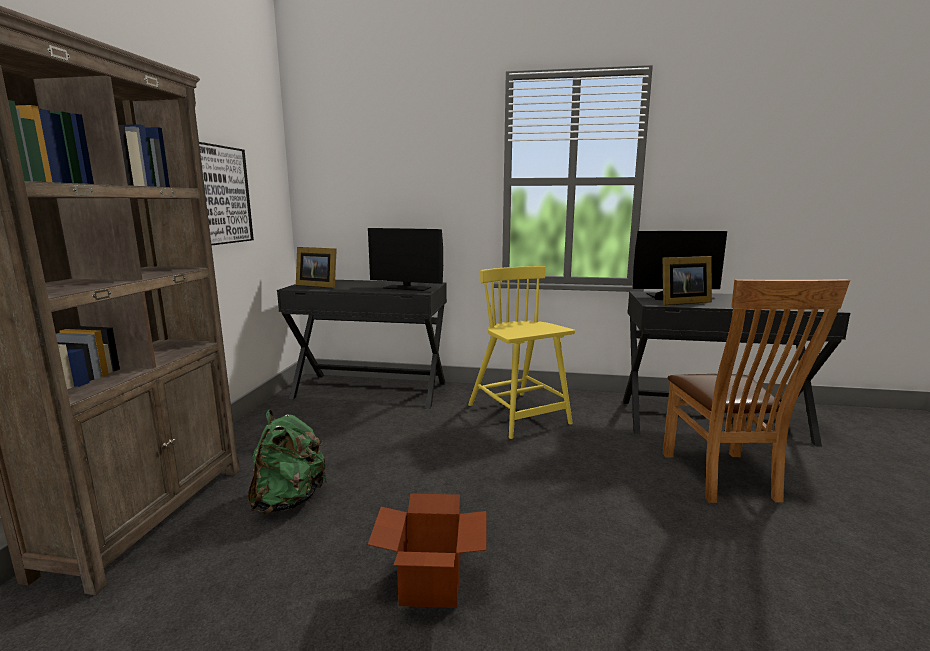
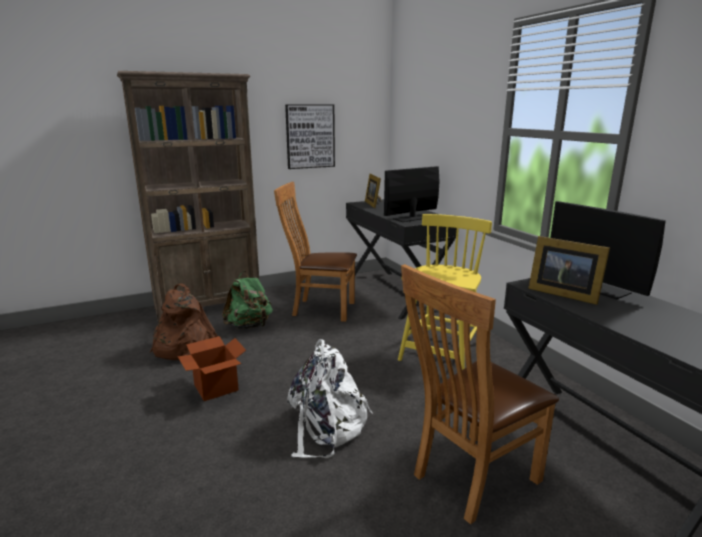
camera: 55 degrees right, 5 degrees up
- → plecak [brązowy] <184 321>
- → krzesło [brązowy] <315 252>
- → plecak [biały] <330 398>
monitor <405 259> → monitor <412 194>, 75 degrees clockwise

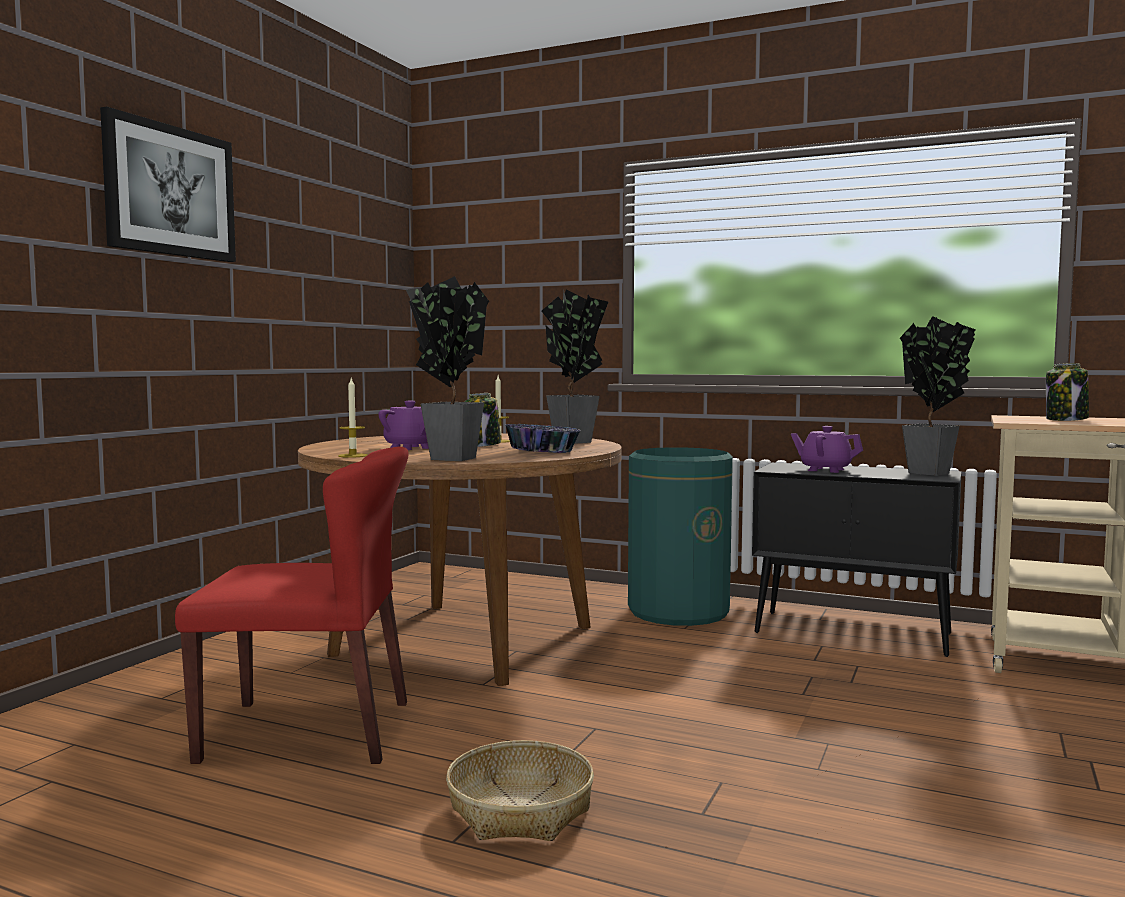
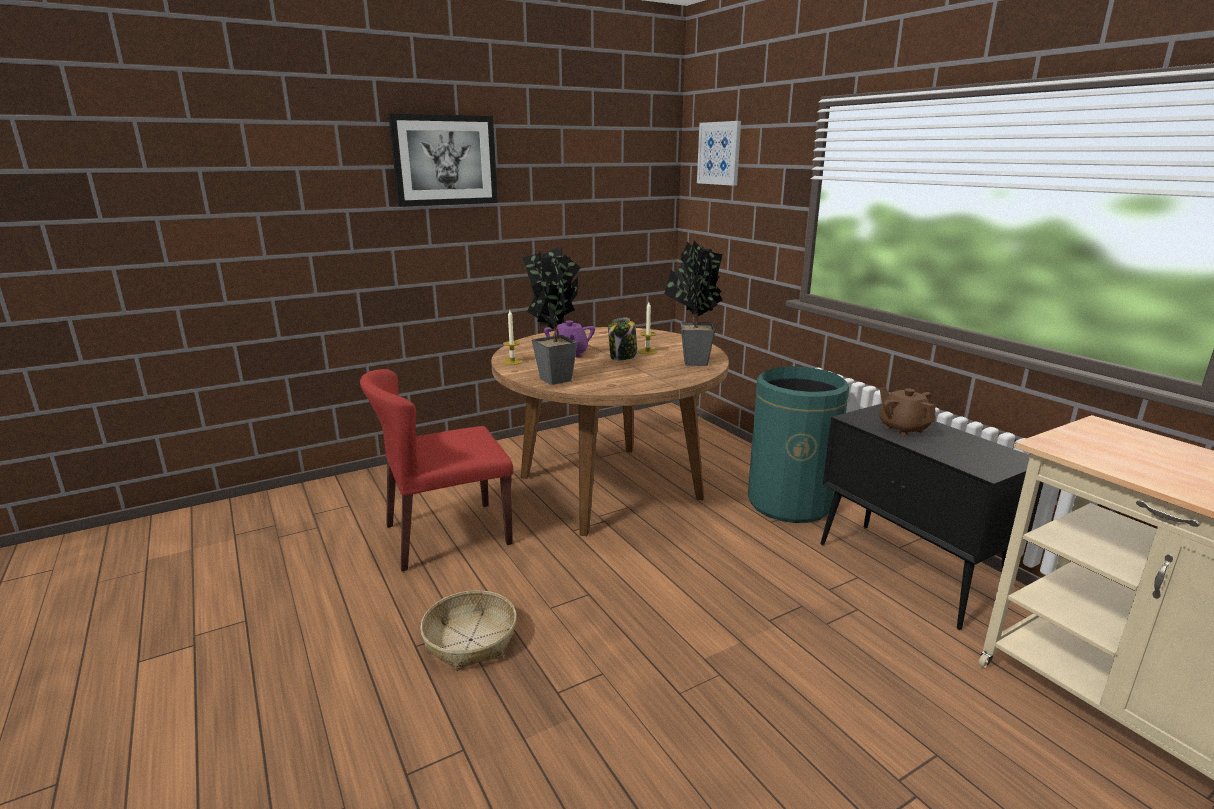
camera: 35 degrees right, 15 degrees up
krzesło [czerwony] <292 605> → krzesło [czerwony] <436 470>, 120 degrees clockwise
- → obraz <719 153>
imbryk [fioletowy] <827 449> → imbryk [brązowy] <907 411>
miska <543 438> → -
roślina doniczkowa <938 396> → -
słoik <1067 392> → -

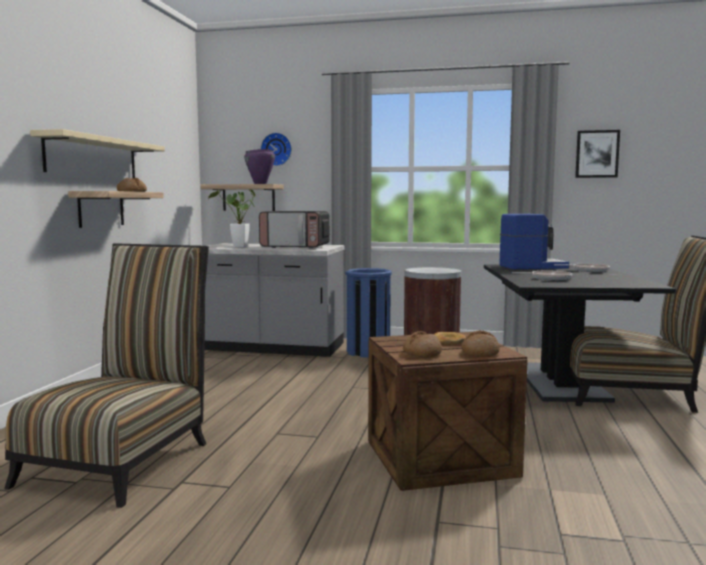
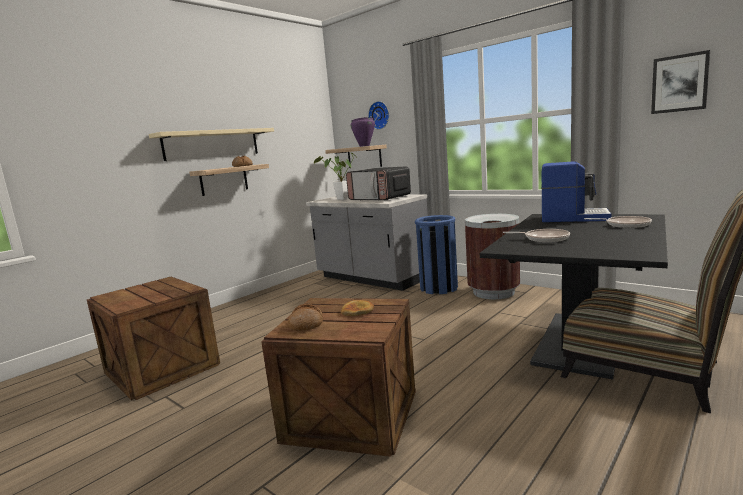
camera: 30 degrees right, 5 degrees up
krzesło <106 375> → skrzynka <153 338>
chleb <480 343> → -

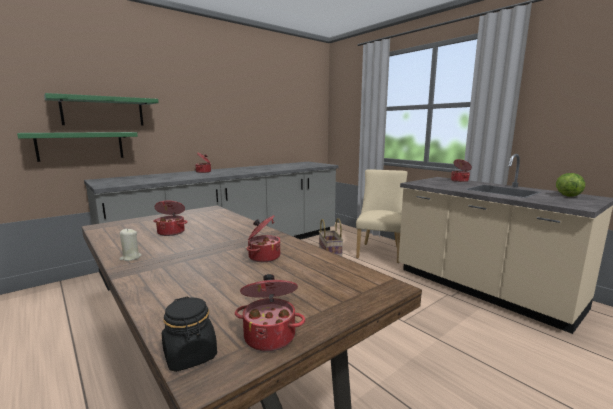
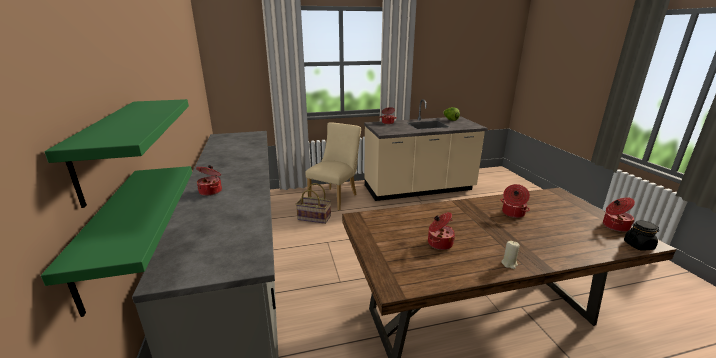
camera: 65 degrees left, 10 degrees up
krzesło [beżowy] <382 216> → krzesło [beżowy] <333 166>, 75 degrees clockwise

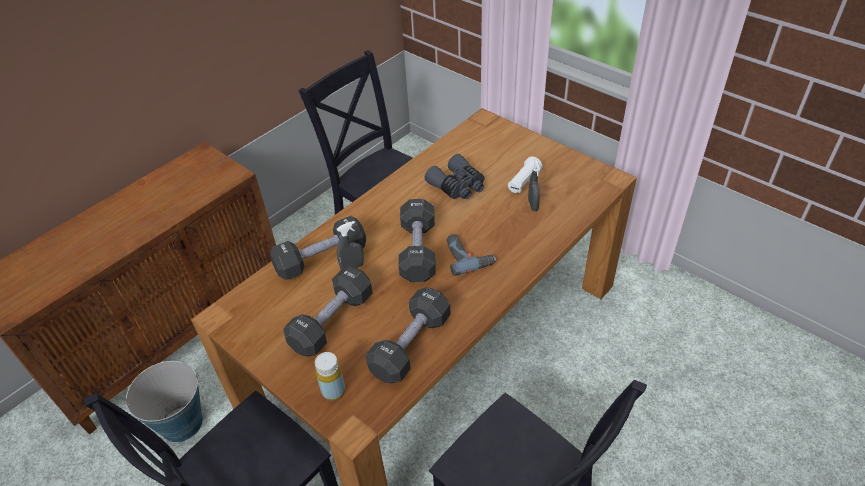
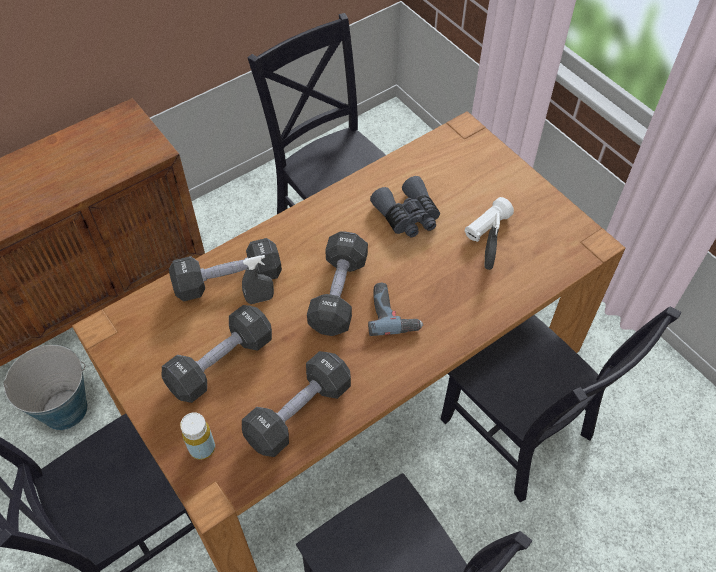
camera: 10 degrees right, 10 degrees up
- → krzesło [czarny] <560 404>

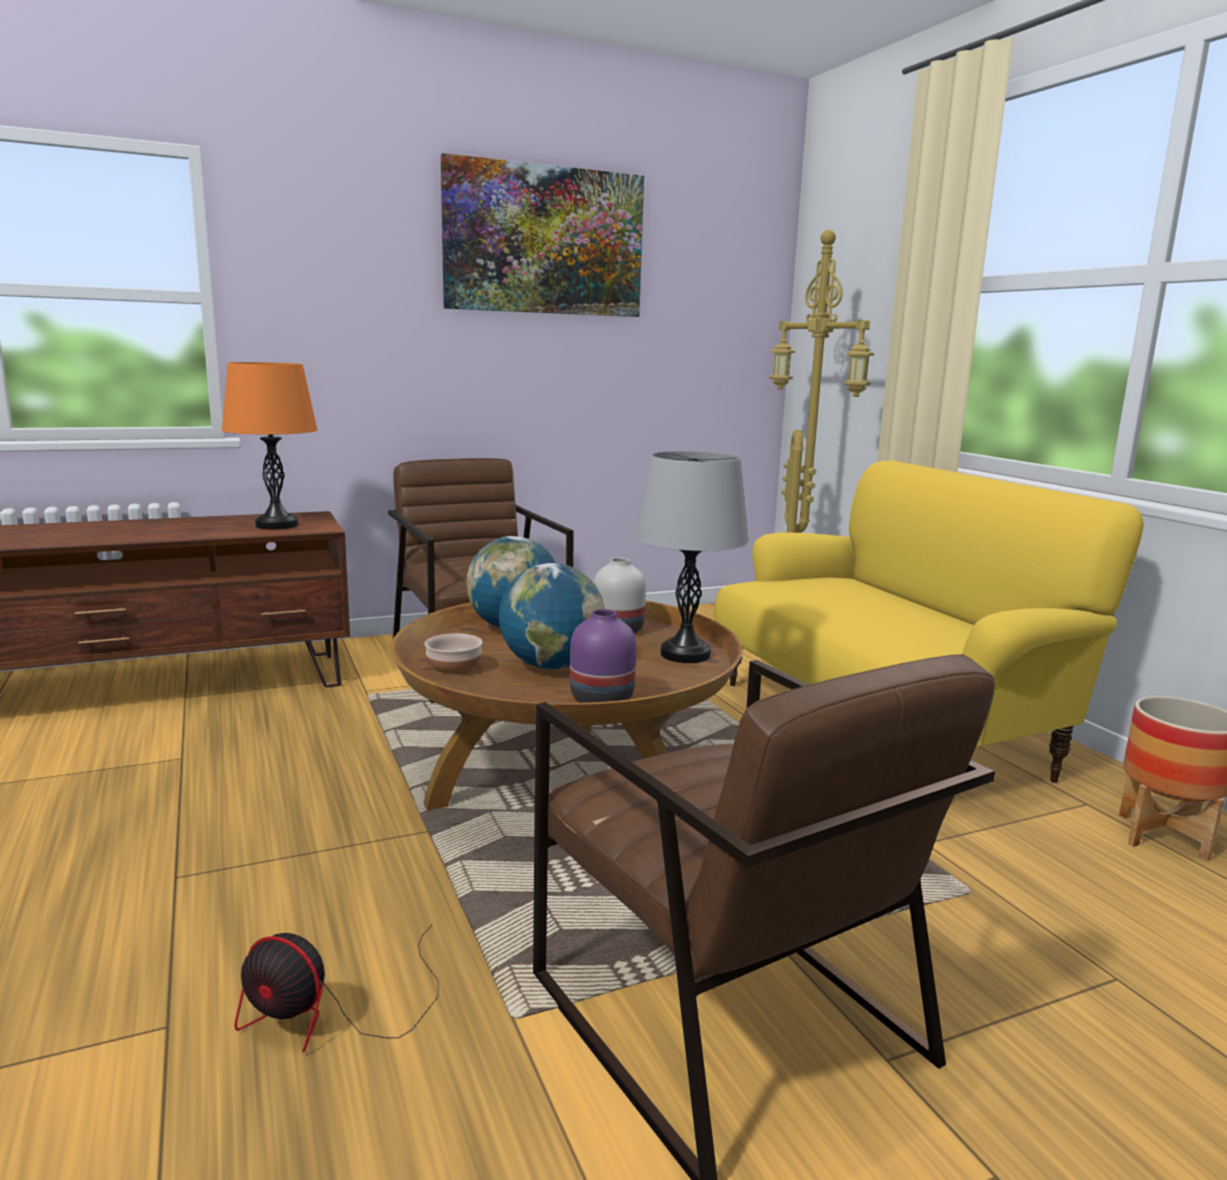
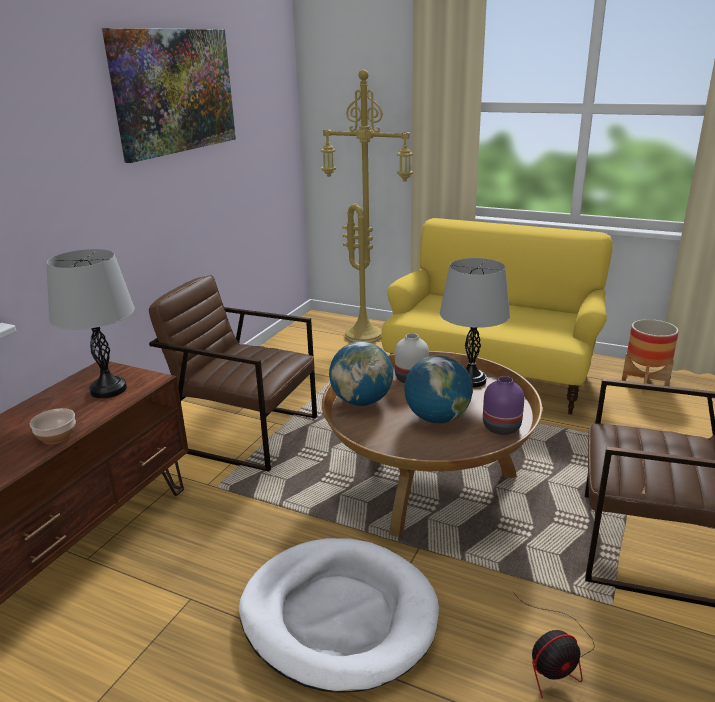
camera: 40 degrees left, 10 degrees up
miska <454 654> → miska <53 426>, shifted
lampa stołowa [pomarańczowy] <270 445> → lampa stołowa [szary] <90 323>
- → legowisko [biały] <339 615>

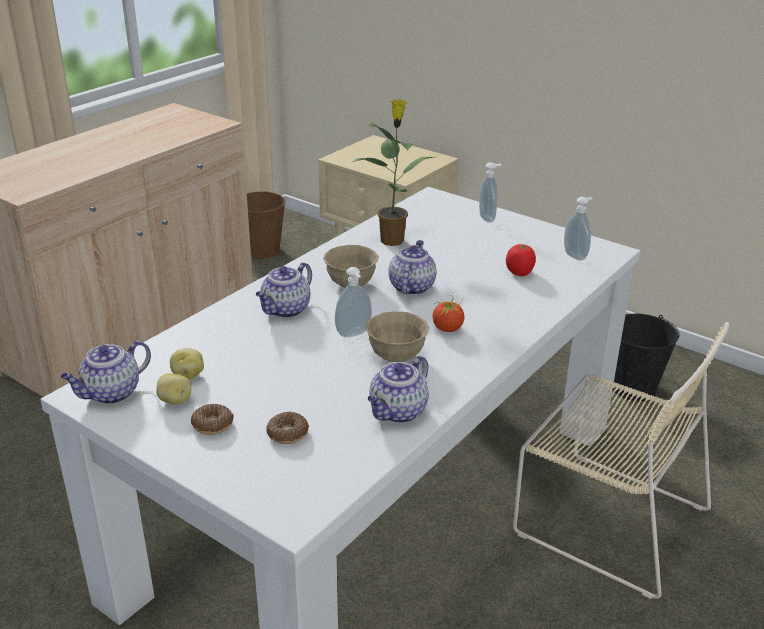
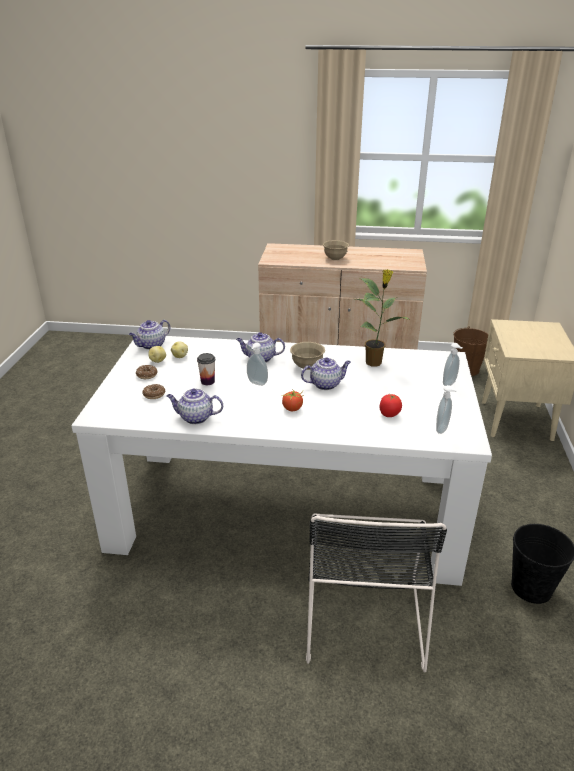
camera: 60 degrees right, 0 degrees up
imbryk <105 372> → imbryk <149 335>, 60 degrees counterclockwise
- → filiżanka <206 369>
krzesło [beżowy] <621 460> → krzesło [czarny] <376 593>
miska [beżowy] <397 336> → miska [beżowy] <336 250>, shifted

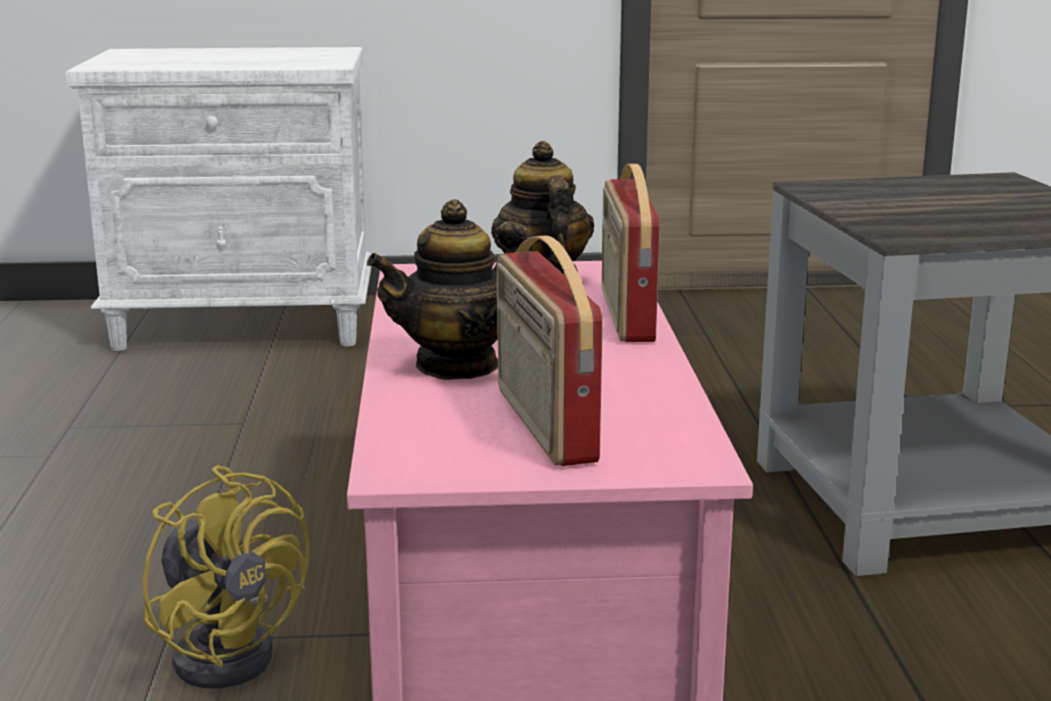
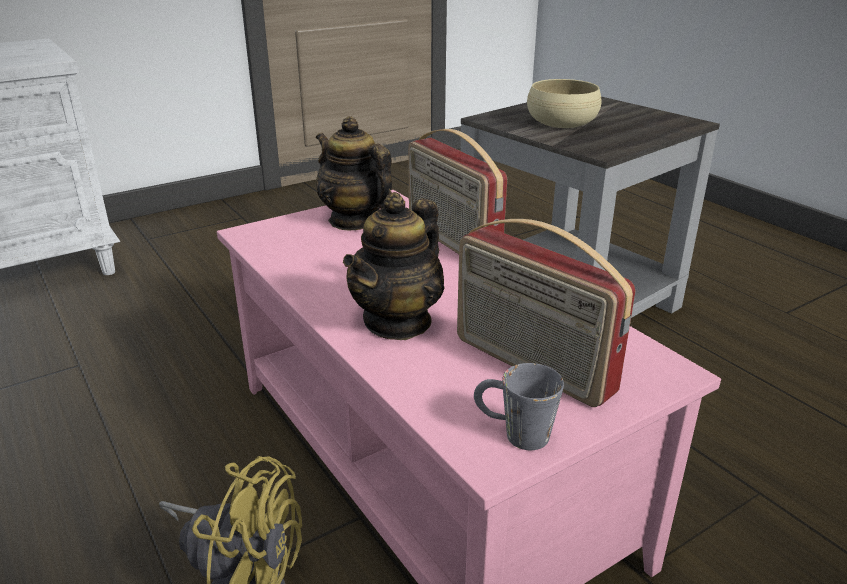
camera: 30 degrees left, 10 degrees up
- → kubek [szary] <519 406>
- → miska [beżowy] <564 103>

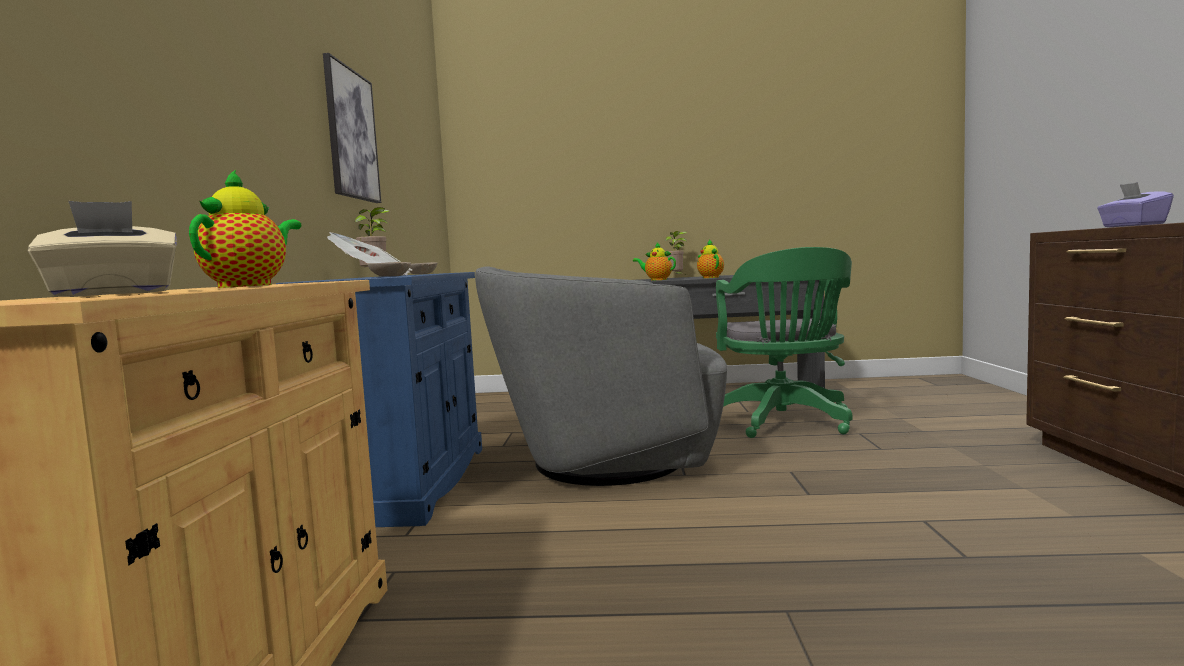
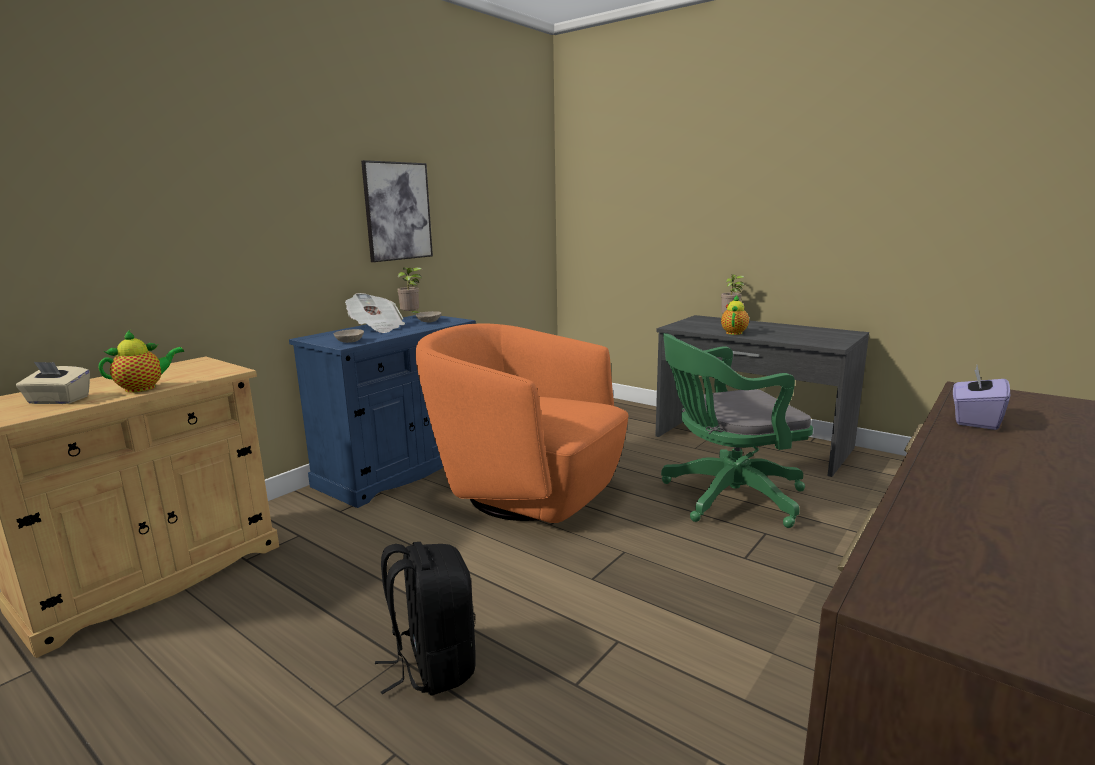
camera: 35 degrees right, 10 degrees up
- → plecak [czarny] <425 618>
fotel [szary] <601 376> → fotel [pomarańczowy] <522 423>
krzesło biurowe [zielony] <784 342> → krzesło biurowe [zielony] <737 430>, 45 degrees clockwise
imbryk <654 261> → -

